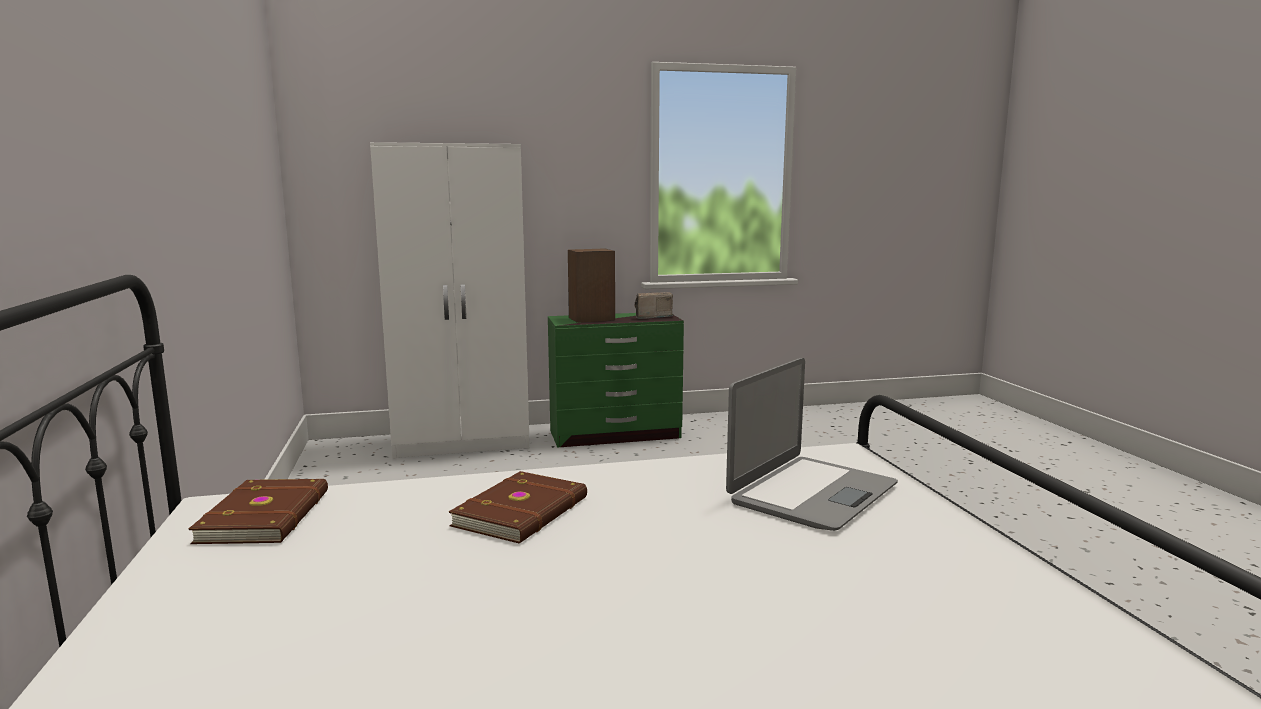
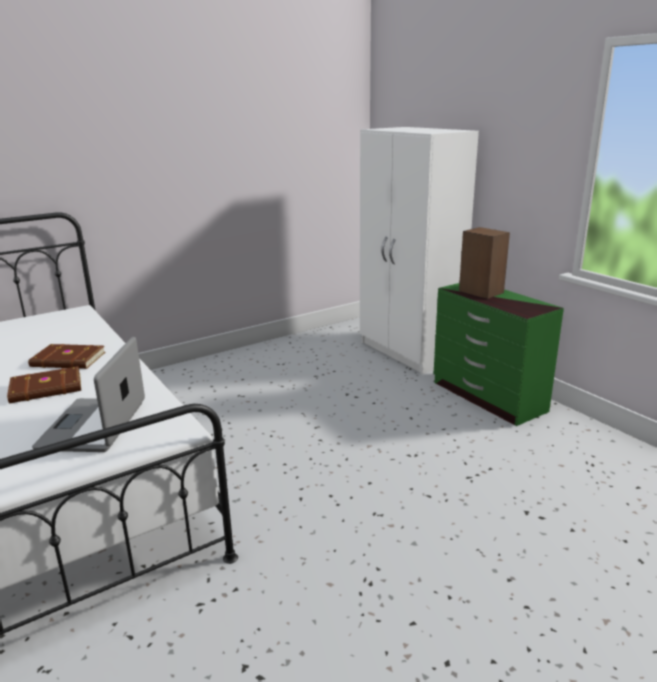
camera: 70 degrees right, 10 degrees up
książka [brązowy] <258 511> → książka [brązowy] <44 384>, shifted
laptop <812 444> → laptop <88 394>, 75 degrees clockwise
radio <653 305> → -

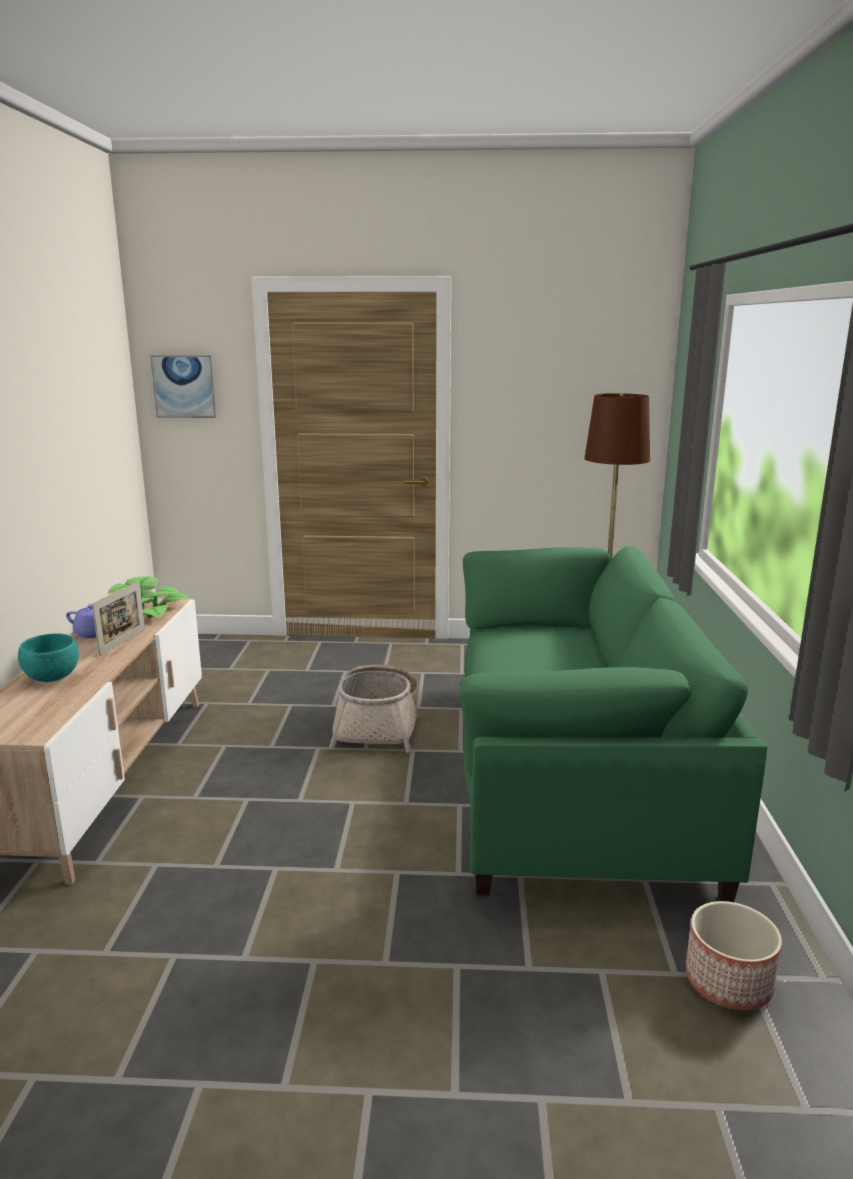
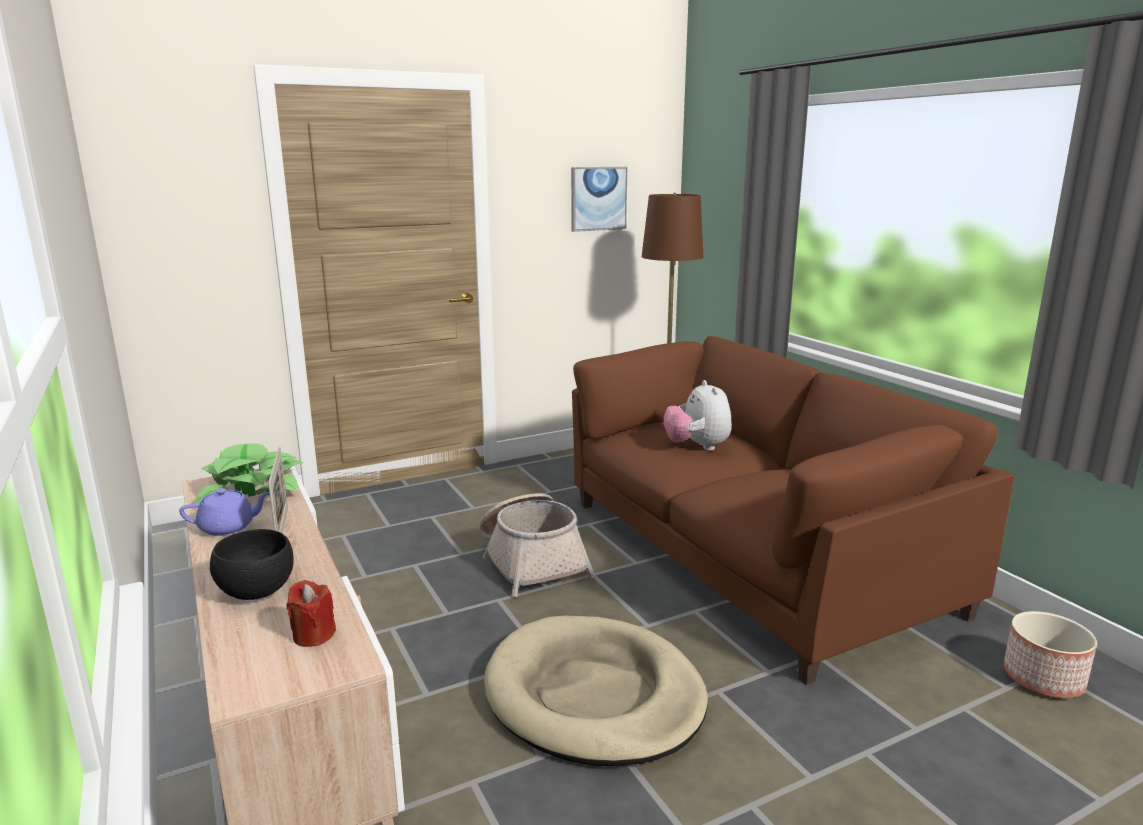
camera: 30 degrees left, 0 degrees up
miska [turkusowy] <48 657> → miska [czarny] <252 564>
- → świeca [czerwony] <311 613>
- → legowisko [beżowy] <596 691>
obraz <183 386> → obraz <599 199>, shifted
kanapa [zielony] <613 724> → kanapa [brązowy] <793 510>
- → pluszak <697 415>

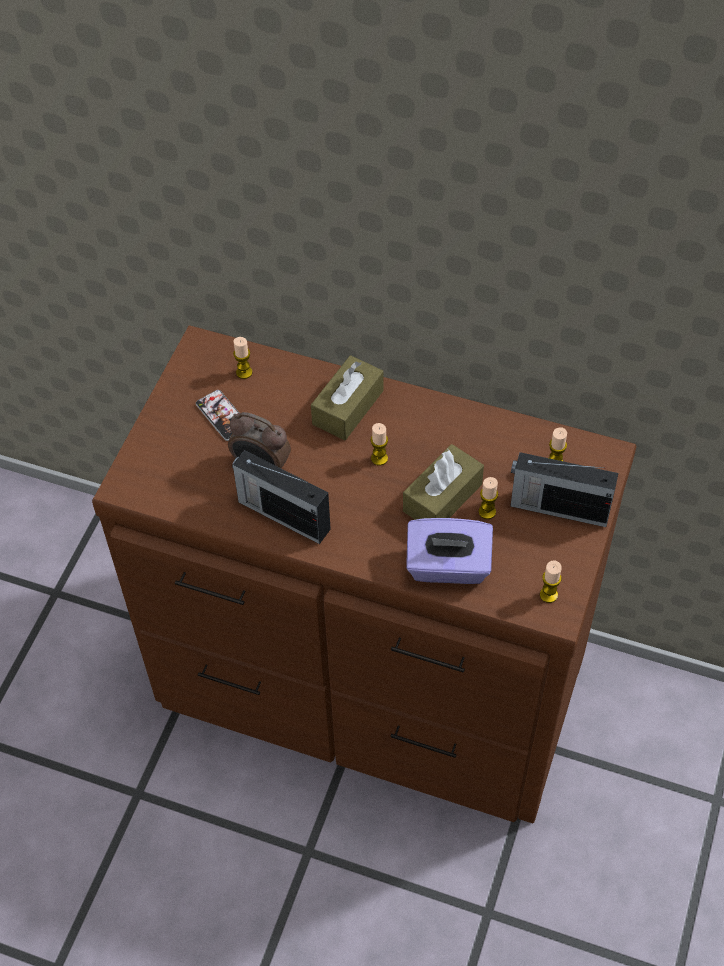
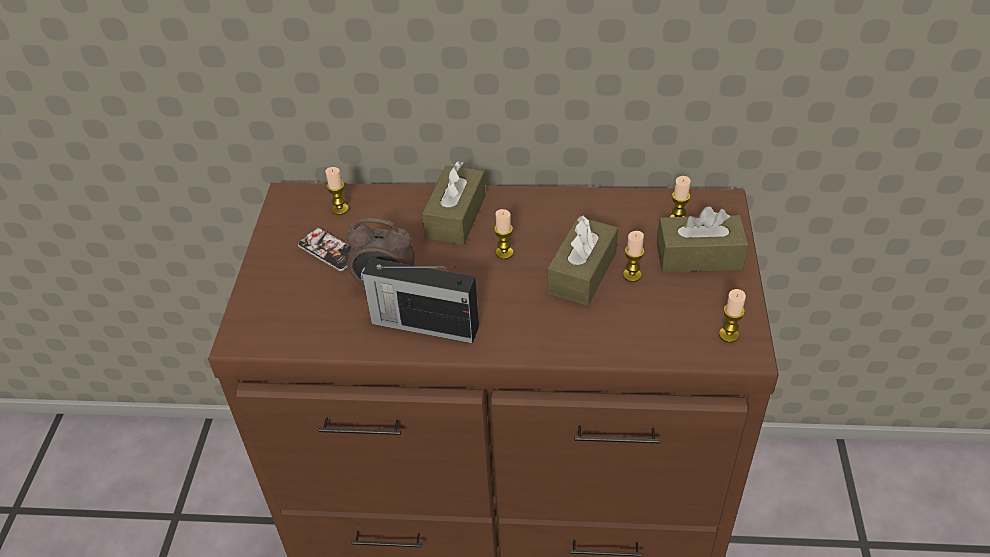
camera: 15 degrees left, 10 degrees down
radio <564 489> → pudełko chusteczek [brązowy] <703 239>
pudełko chusteczek [fioletowy] <449 551> → -

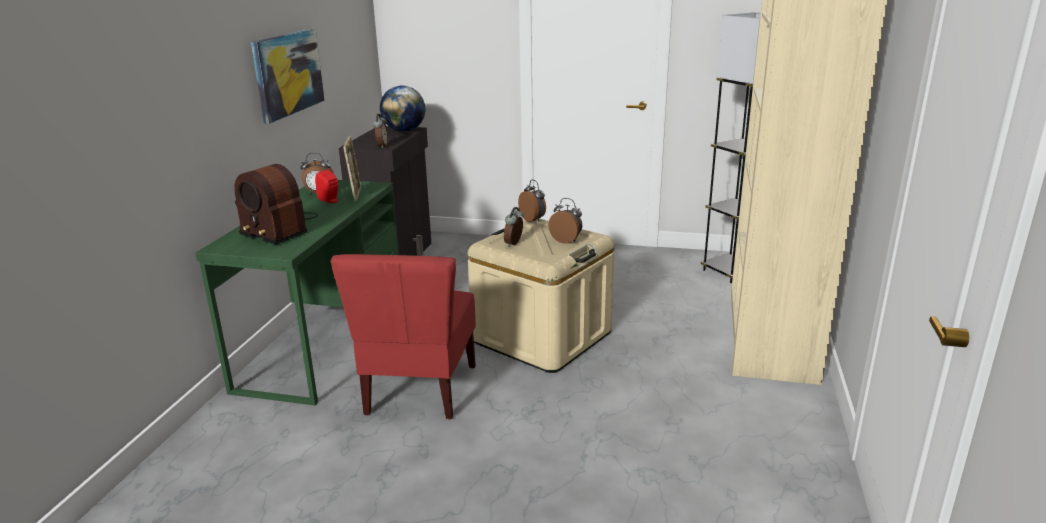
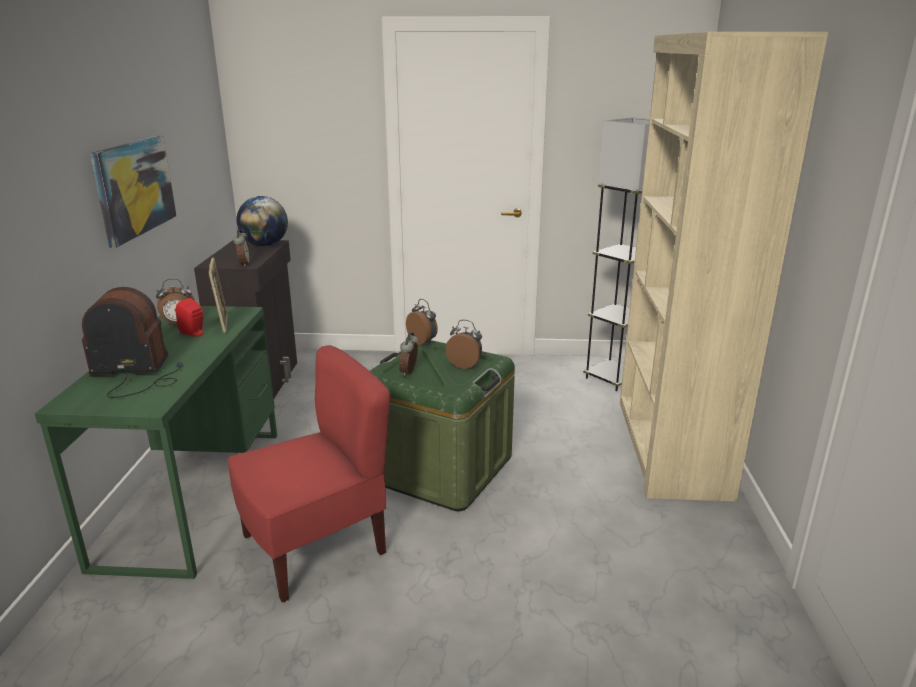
camera: 10 degrees left, 0 degrees up
radio <276 204> → radio <132 342>, 150 degrees clockwise
krzesło [czerwony] <403 336> → krzesło [czerwony] <309 473>, 120 degrees counterclockwise
pojemnik do przechowywania [beżowy] <540 296> → pojemnik do przechowywania [zielony] <442 425>

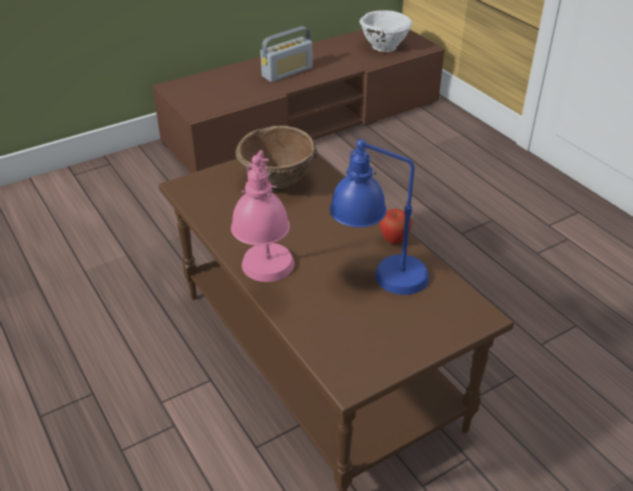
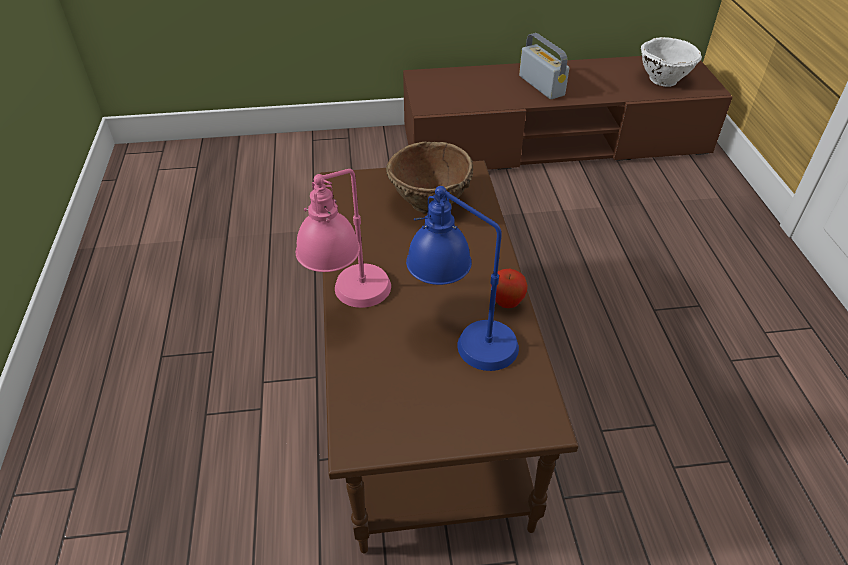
camera: 25 degrees right, 5 degrees up
radio <286 54> → radio <544 66>, 105 degrees counterclockwise

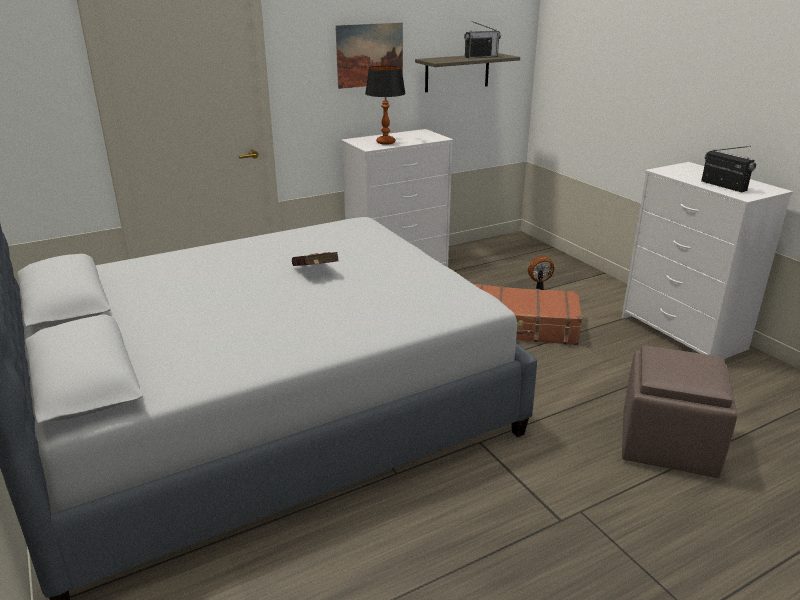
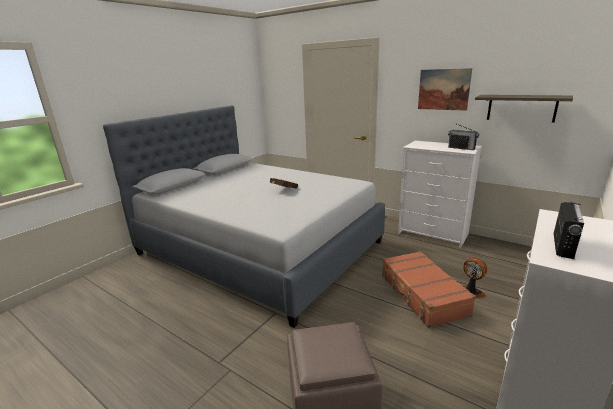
camera: 65 degrees right, 5 degrees down
radio <482 39> → radio <463 136>, shifted
lampa stołowa <385 105> → -

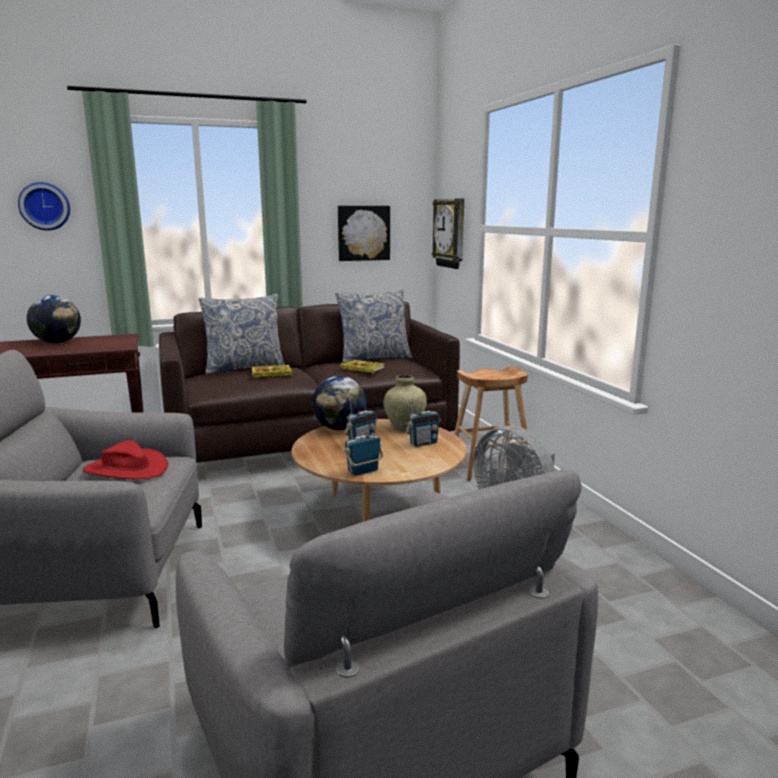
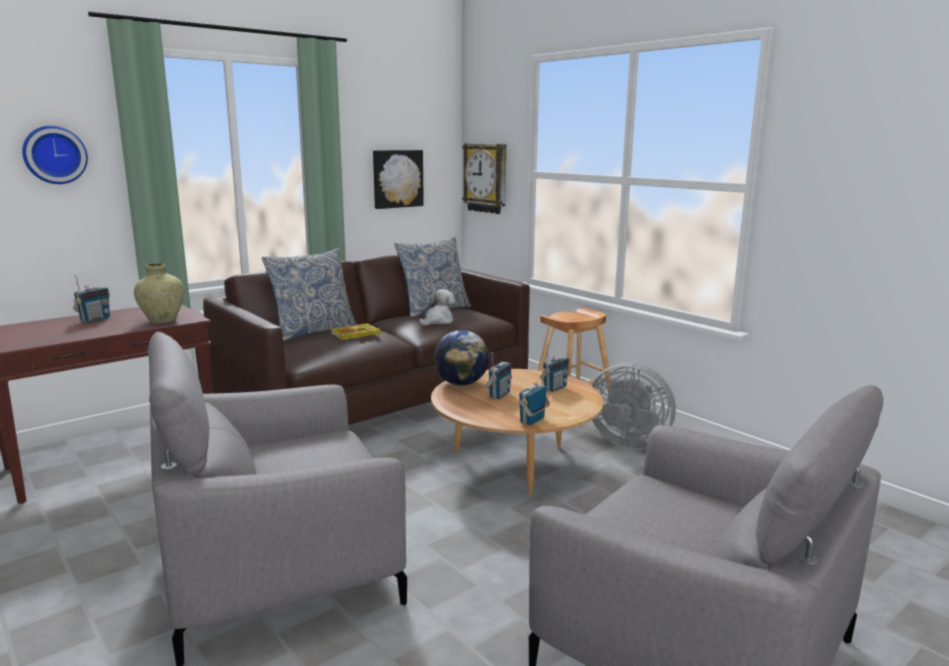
camera: 20 degrees left, 0 degrees up
globus <54 319> → radio <91 299>
wazon [beżowy] <405 403> → wazon [beżowy] <159 293>, shifted
książka <362 367> → pluszak <437 307>
kapelusz [czerwony] <125 459> → -

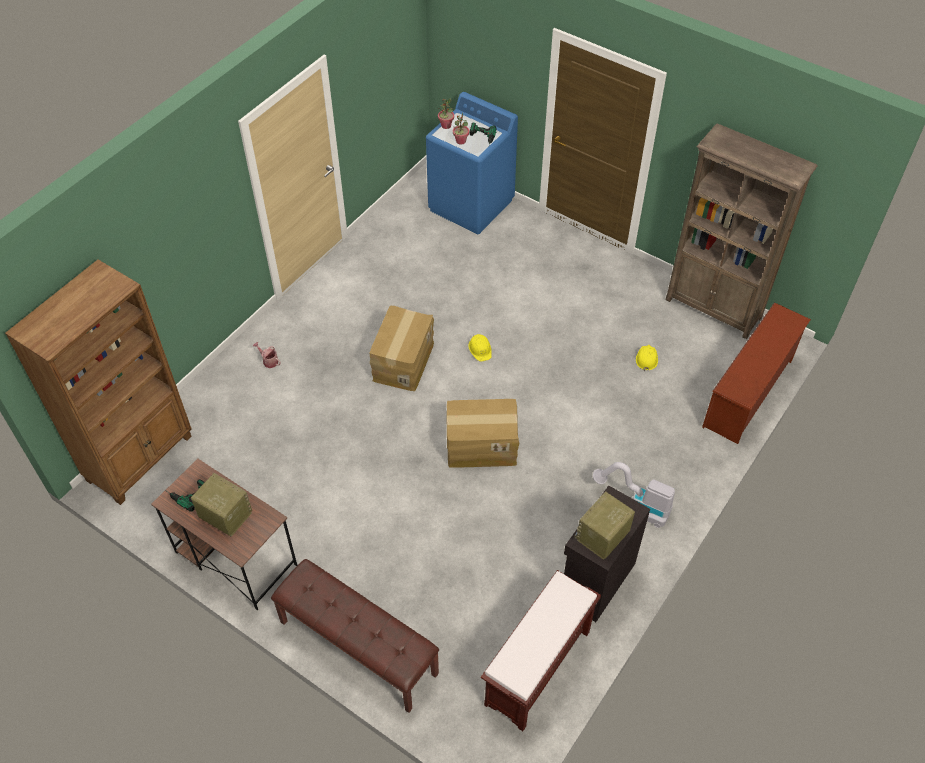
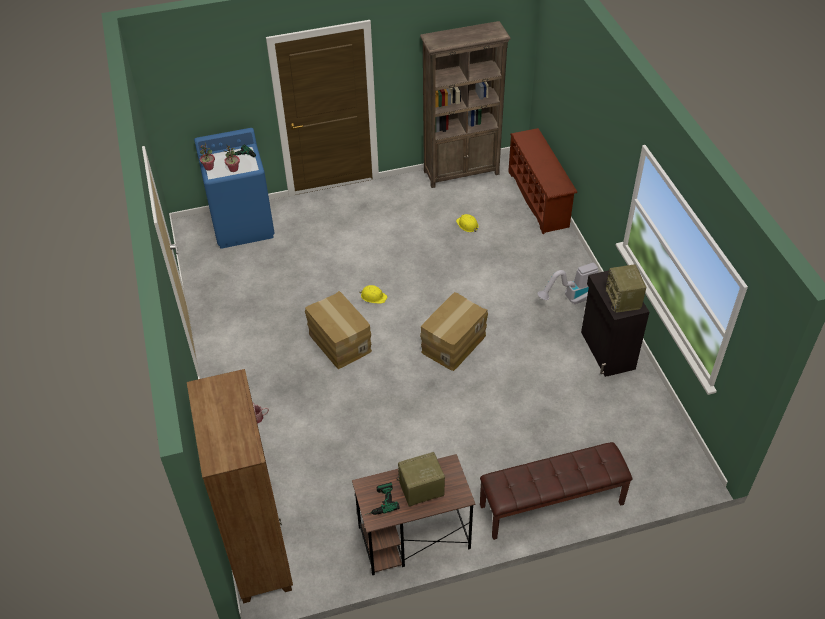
camera: 50 degrees left, 5 degrees down
ławka [brązowy] <541 650> → -

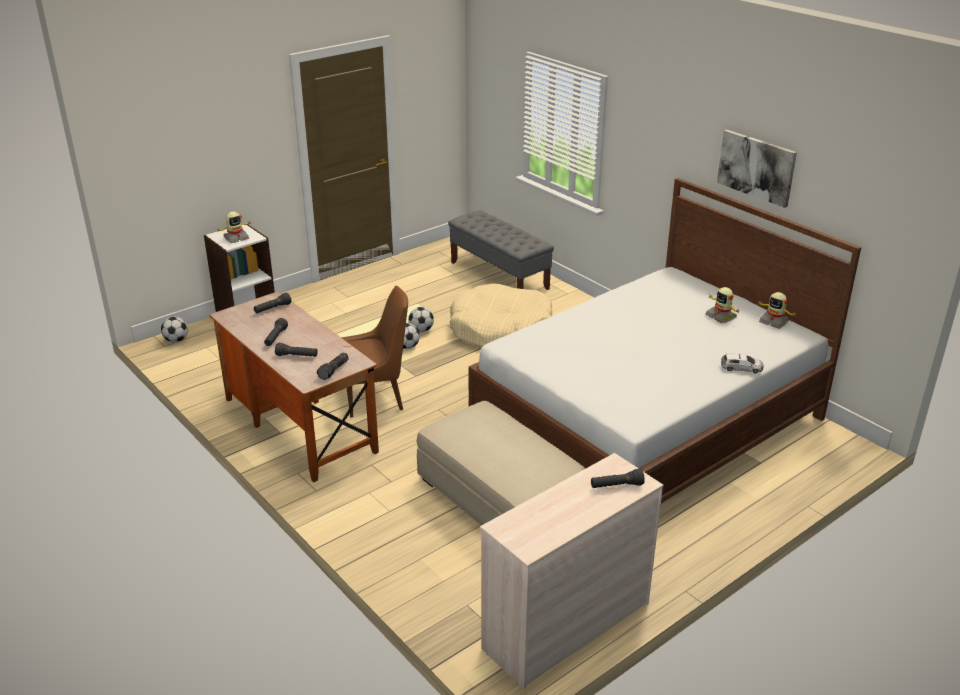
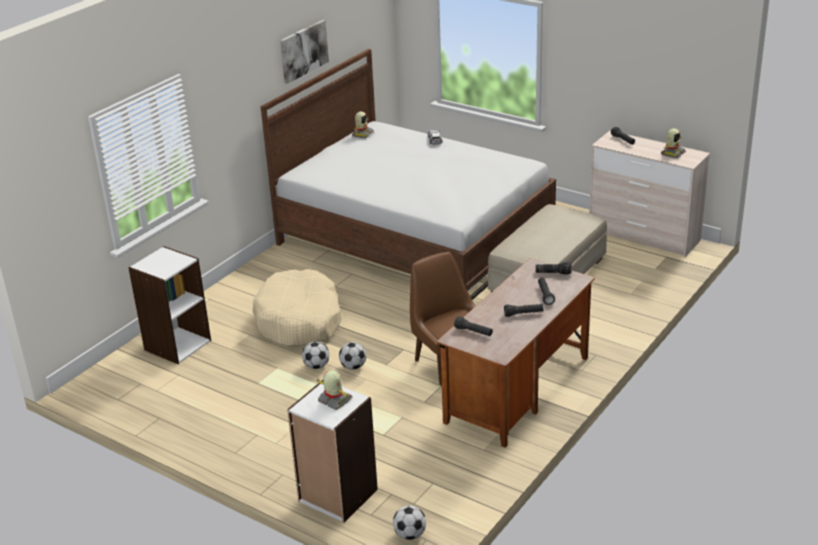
camera: 105 degrees left, 0 degrees up
ławka [szary] <501 250> → regał [biały] <169 305>
robot zabawkowy <723 305> → robot zabawkowy <673 143>, shifted

